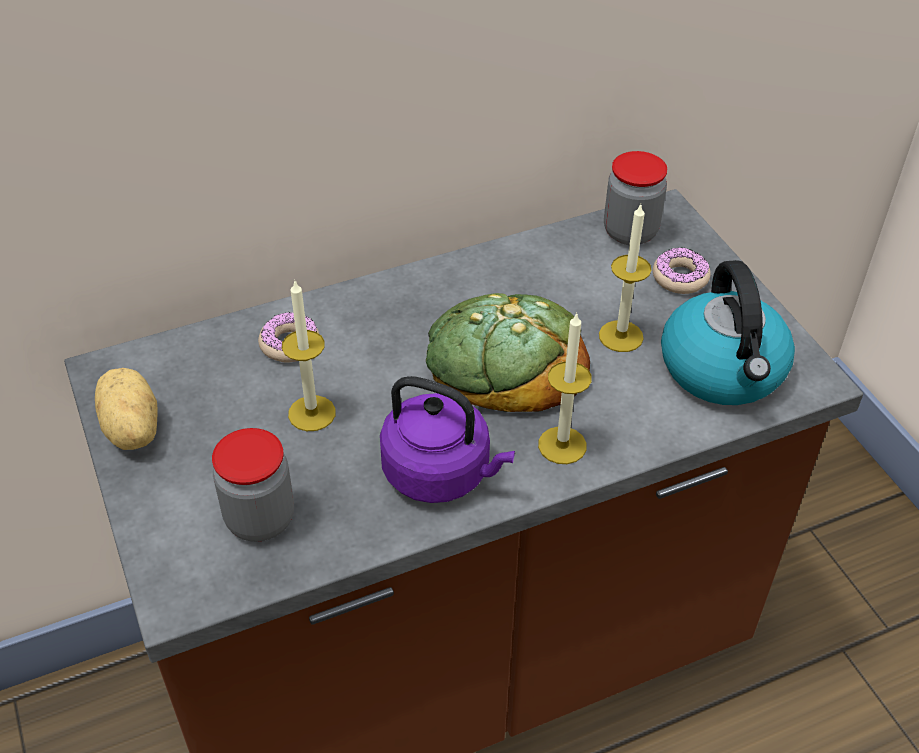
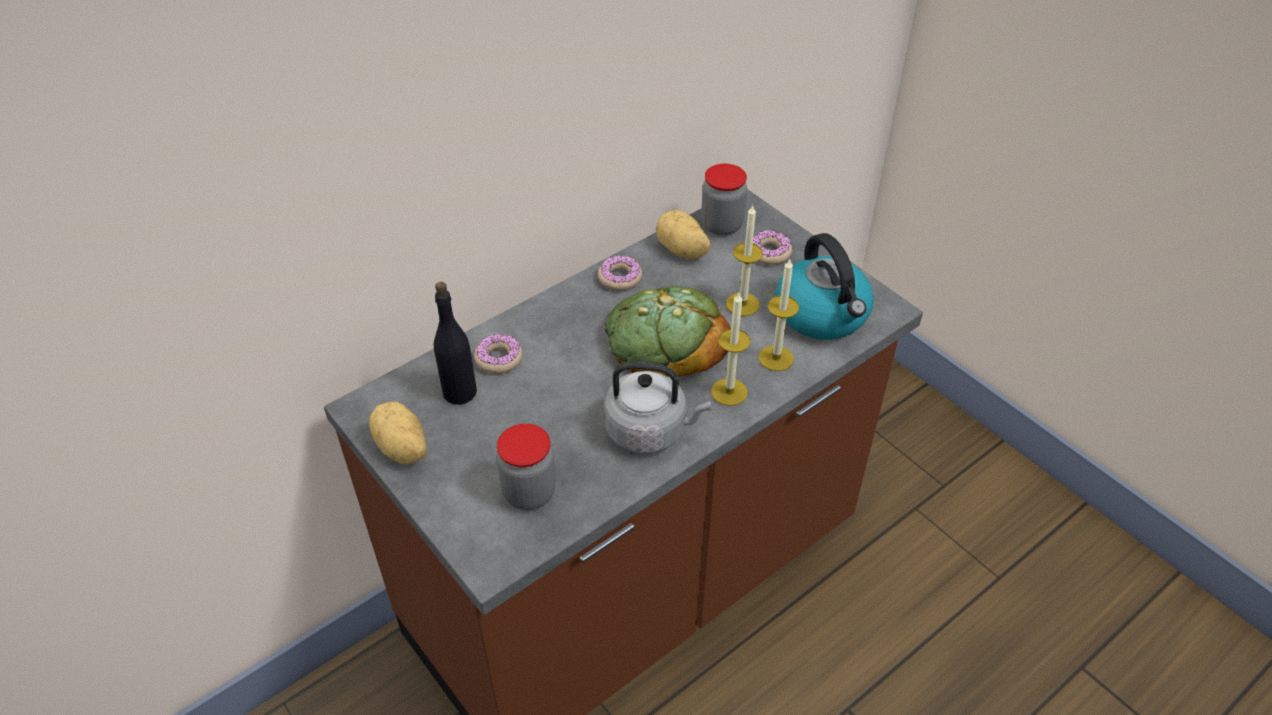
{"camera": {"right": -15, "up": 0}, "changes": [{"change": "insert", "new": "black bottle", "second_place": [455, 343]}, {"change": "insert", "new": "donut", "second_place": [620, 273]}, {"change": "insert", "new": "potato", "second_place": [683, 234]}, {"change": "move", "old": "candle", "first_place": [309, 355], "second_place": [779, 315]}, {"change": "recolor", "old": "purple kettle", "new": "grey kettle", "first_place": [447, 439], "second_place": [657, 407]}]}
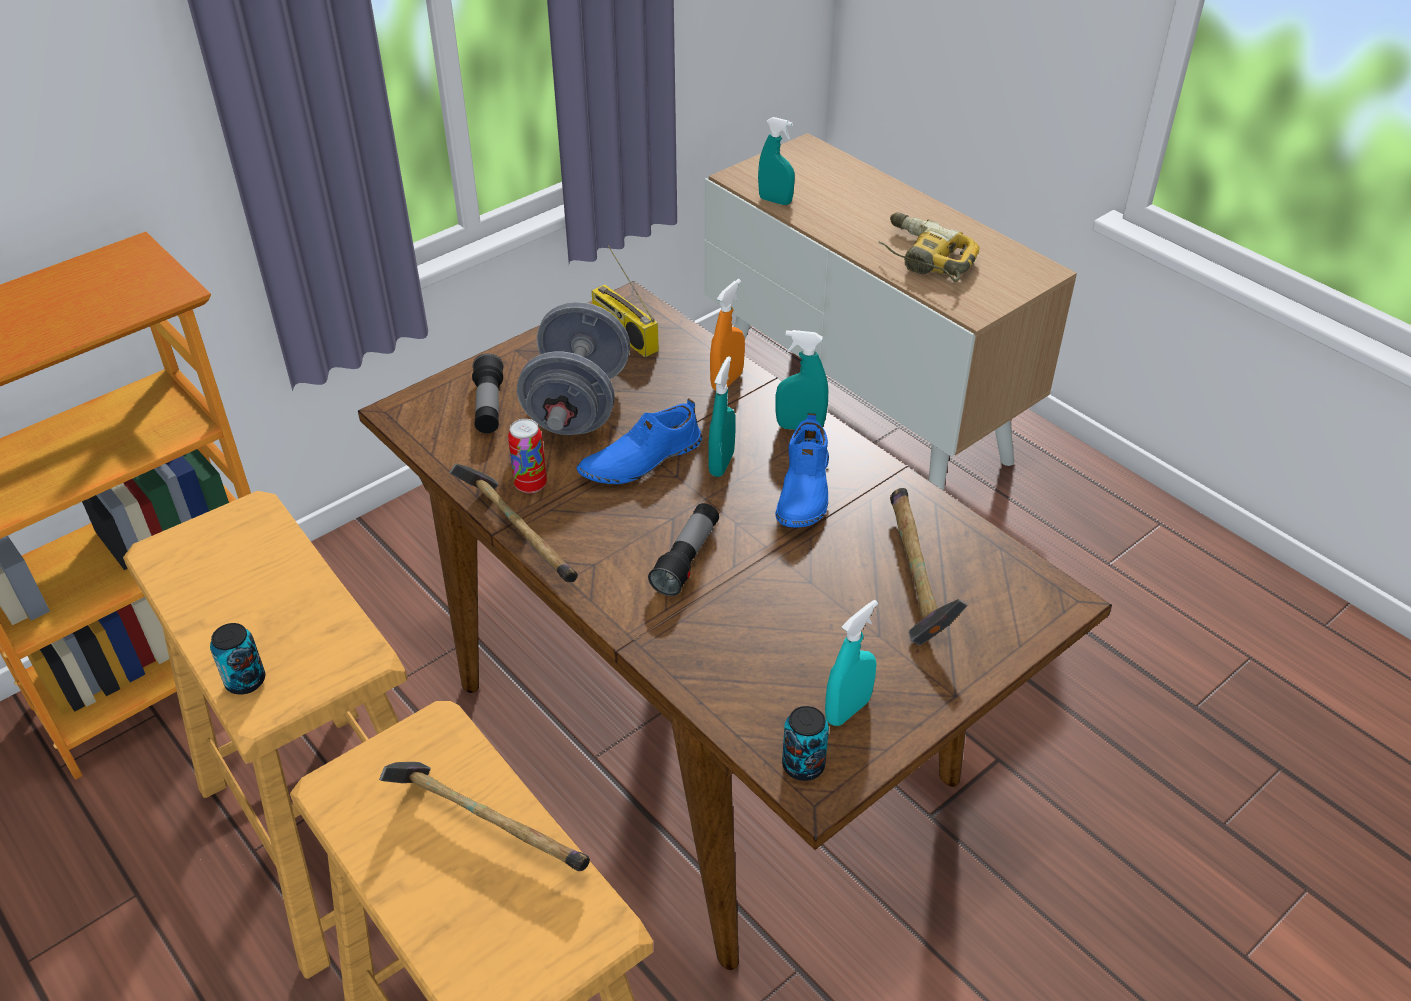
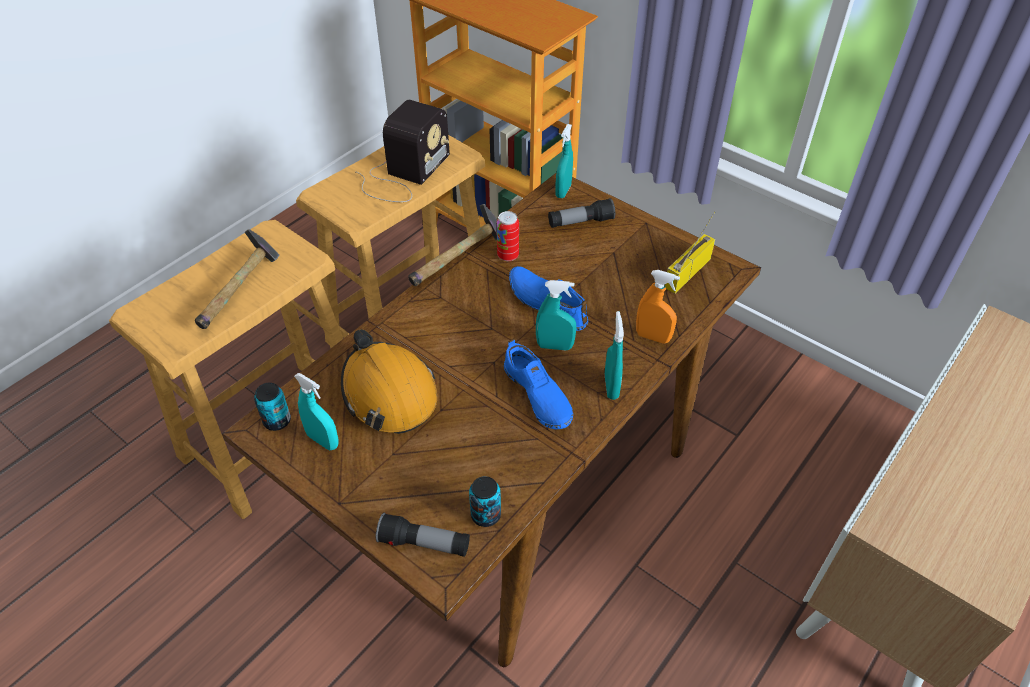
{"camera": {"right": 80, "up": 5}, "changes": [{"change": "delete", "old": "grey dumbbell", "first_place": [573, 368]}, {"change": "delete", "old": "power drill", "first_place": [929, 247]}, {"change": "delete", "old": "hammer", "first_place": [929, 567]}, {"change": "insert", "new": "orange hard hat", "second_place": [389, 381]}, {"change": "insert", "new": "radio", "second_place": [402, 150]}, {"change": "move", "old": "can", "first_place": [238, 658], "second_place": [485, 501]}, {"change": "move", "old": "flashlight", "first_place": [683, 549], "second_place": [423, 535]}, {"change": "move", "old": "turquoise spray bottle", "first_place": [776, 161], "second_place": [564, 161]}, {"change": "rotate", "old": "blue shoe", "first_place": [802, 470], "second_place": [538, 384], "degrees": -120}]}
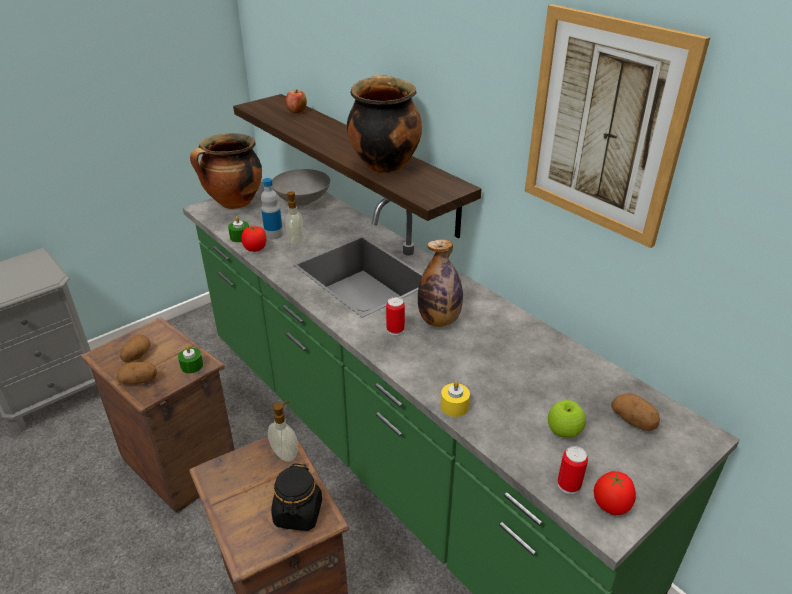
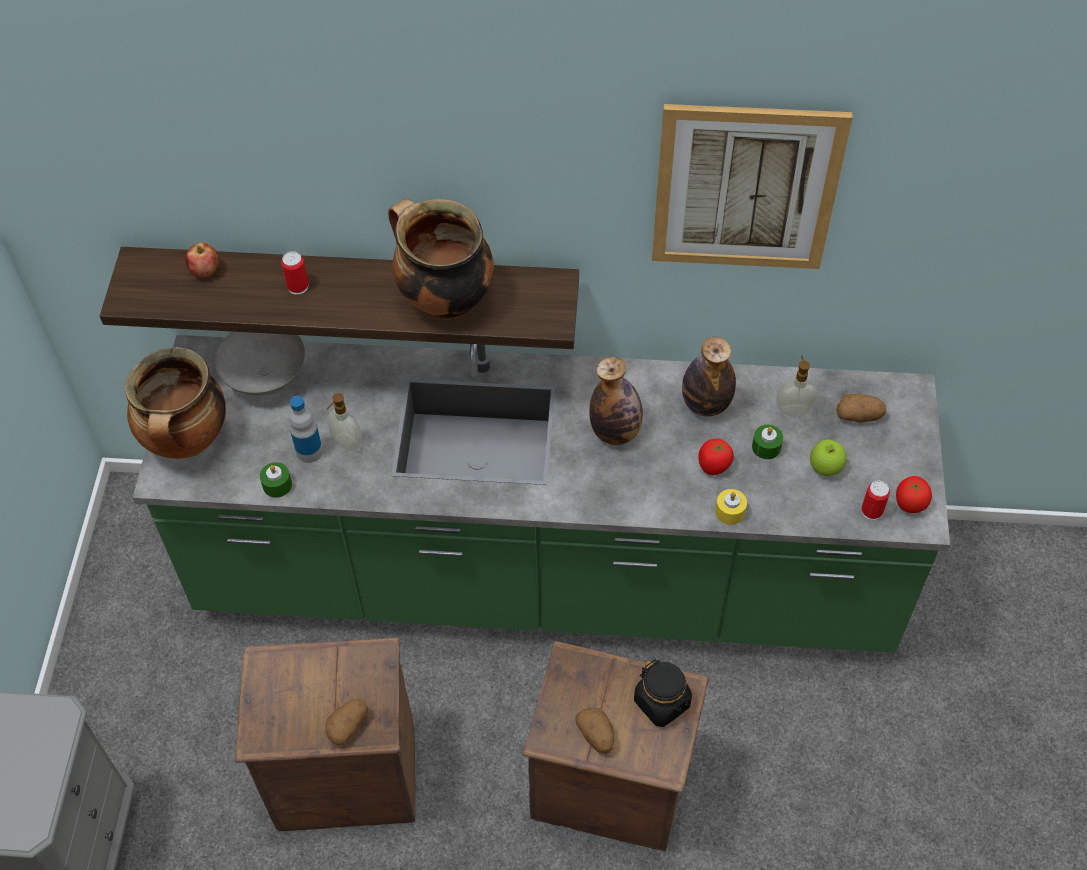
{"camera": {"right": -45, "up": 20}, "changes": [{"change": "insert", "new": "bottle", "second_place": [709, 377]}, {"change": "move", "old": "potato", "first_place": [135, 348], "second_place": [594, 730]}, {"change": "move", "old": "green candle", "first_place": [190, 359], "second_place": [767, 442]}, {"change": "move", "old": "tomato", "first_place": [254, 239], "second_place": [716, 456]}, {"change": "move", "old": "soap dispenser", "first_place": [283, 431], "second_place": [797, 385]}, {"change": "move", "old": "can", "first_place": [395, 316], "second_place": [295, 273]}]}
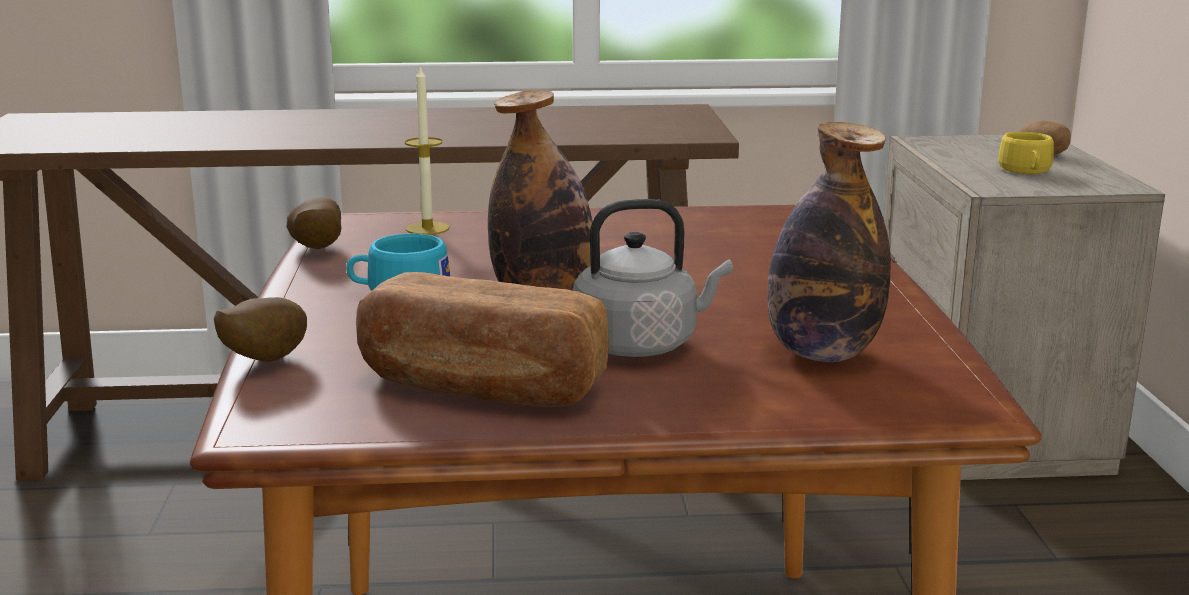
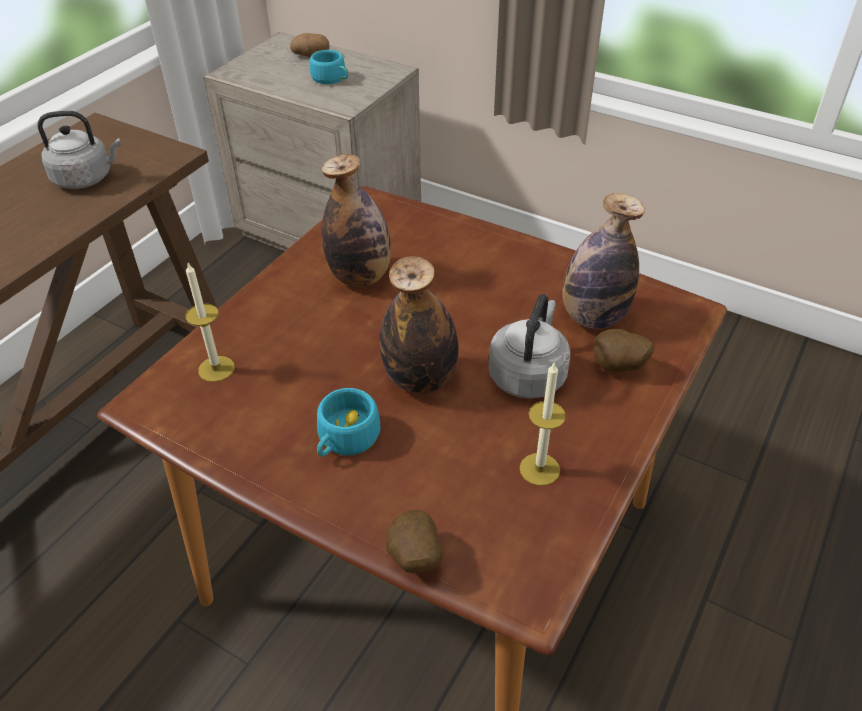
{"camera": {"right": -55, "up": 25}, "changes": [{"change": "insert", "new": "grey kettle", "second_place": [79, 150]}, {"change": "insert", "new": "bottle", "second_place": [356, 220]}, {"change": "move", "old": "potato", "first_place": [314, 223], "second_place": [624, 350]}, {"change": "replace", "old": "bread", "new": "candle", "first_place": [482, 339], "second_place": [543, 424]}, {"change": "recolor", "old": "yellow cup", "new": "turquoise cup", "first_place": [1026, 153], "second_place": [329, 67]}]}
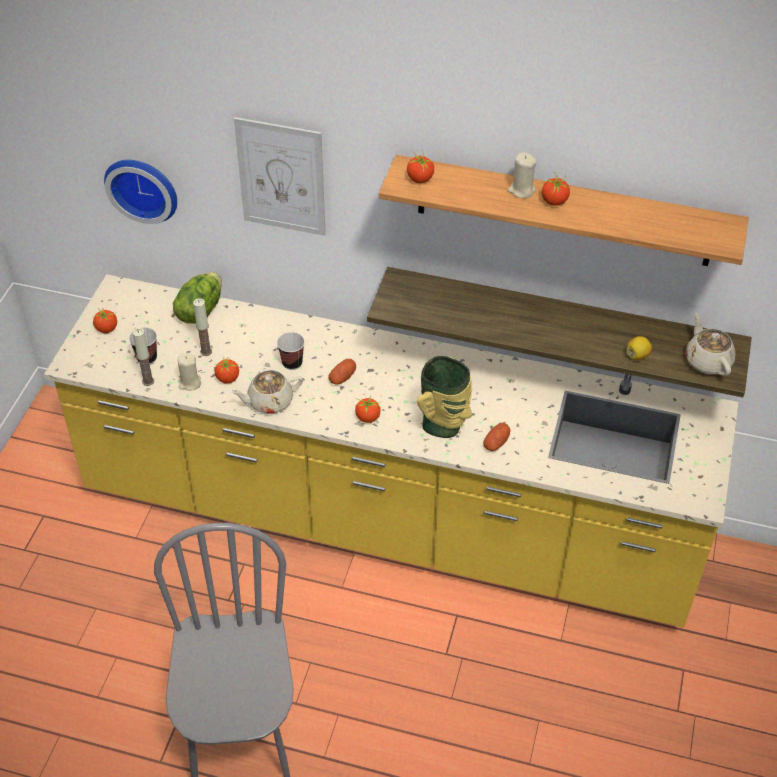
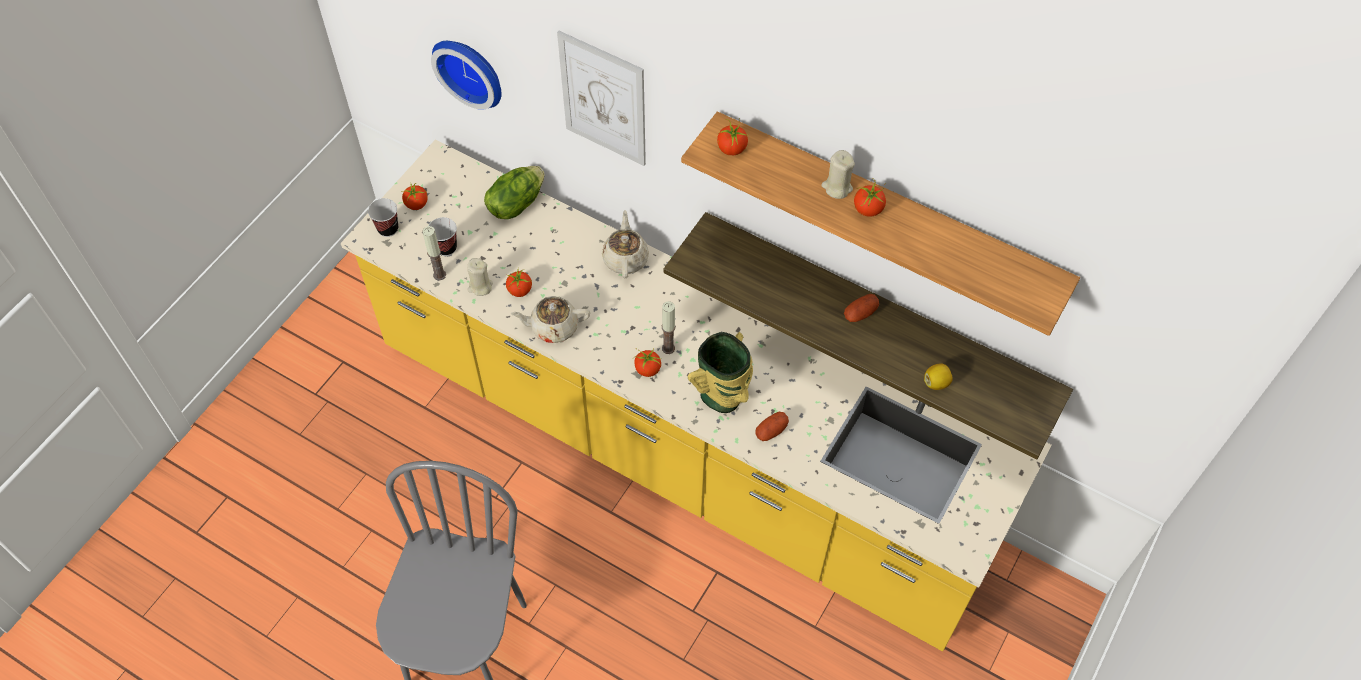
{"camera": {"right": 15, "up": 10}, "changes": [{"change": "move", "old": "candle", "first_place": [202, 327], "second_place": [669, 327]}, {"change": "move", "old": "cup", "first_place": [291, 351], "second_place": [383, 217]}, {"change": "move", "old": "potato", "first_place": [342, 372], "second_place": [861, 308]}, {"change": "move", "old": "beige teapot", "first_place": [710, 344], "second_place": [625, 244]}]}
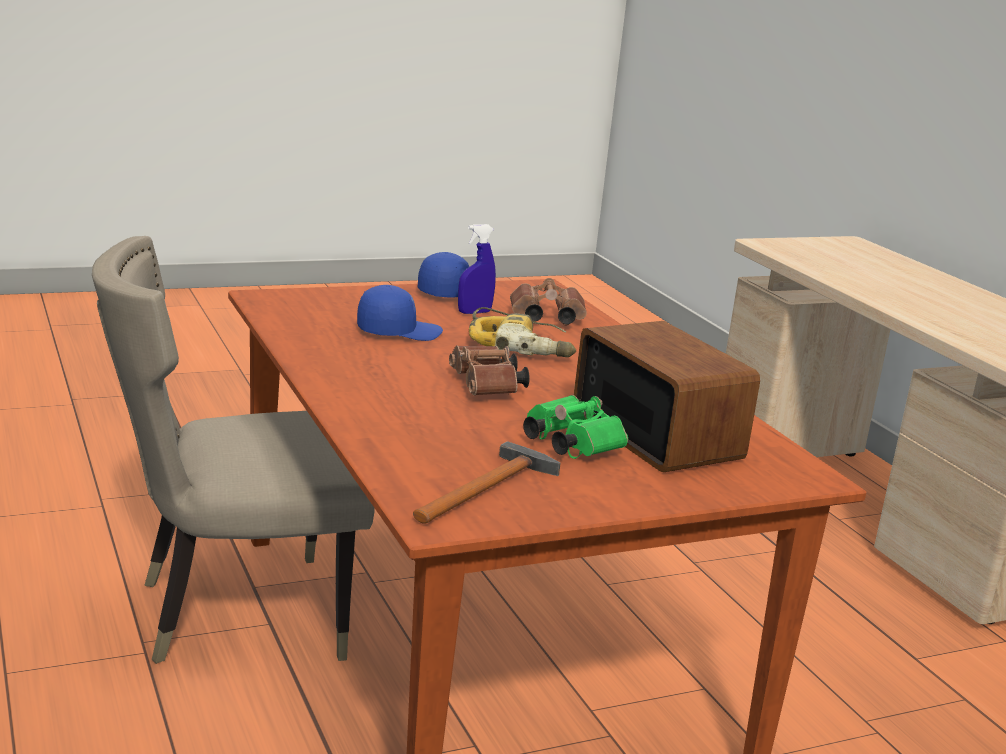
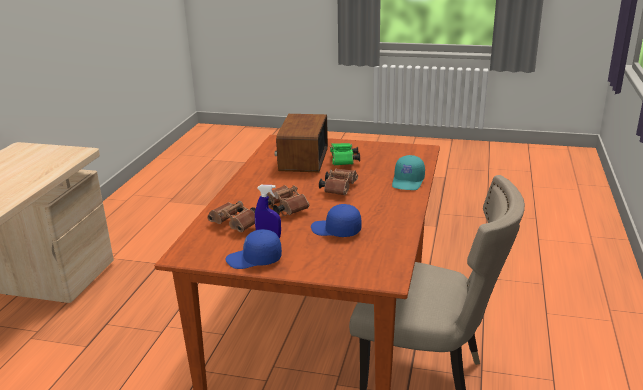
{"camera": {"right": -140, "up": 5}, "changes": [{"change": "delete", "old": "hammer", "first_place": [487, 482]}, {"change": "insert", "new": "turquoise cap", "second_place": [408, 172]}, {"change": "replace", "old": "power drill", "new": "brown binoculars", "first_place": [522, 332], "second_place": [288, 200]}]}
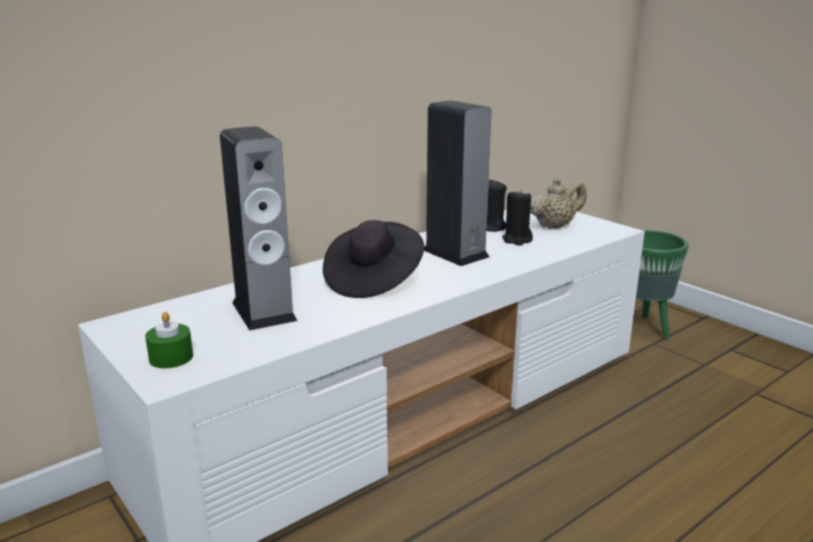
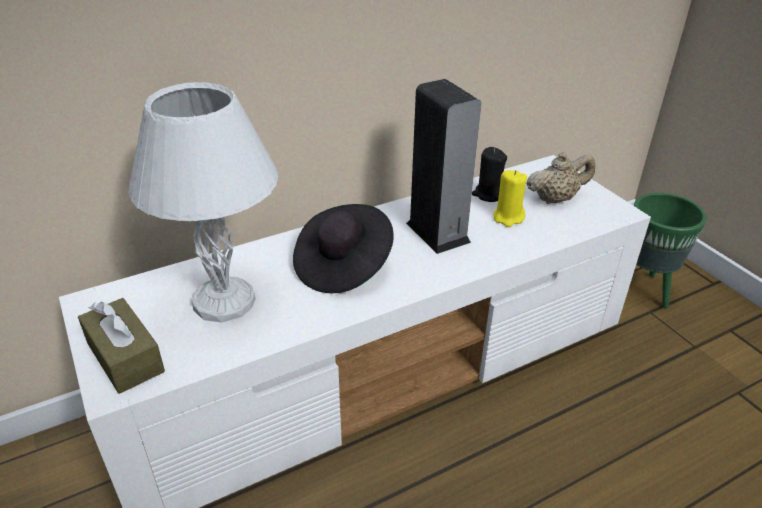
{"camera": {"right": 10, "up": 15}, "changes": [{"change": "replace", "old": "green candle", "new": "brown tissue box", "first_place": [169, 340], "second_place": [121, 346]}, {"change": "replace", "old": "speaker", "new": "white table lamp", "first_place": [258, 228], "second_place": [203, 202]}, {"change": "recolor", "old": "black candle", "new": "yellow candle", "first_place": [517, 217], "second_place": [510, 198]}]}
